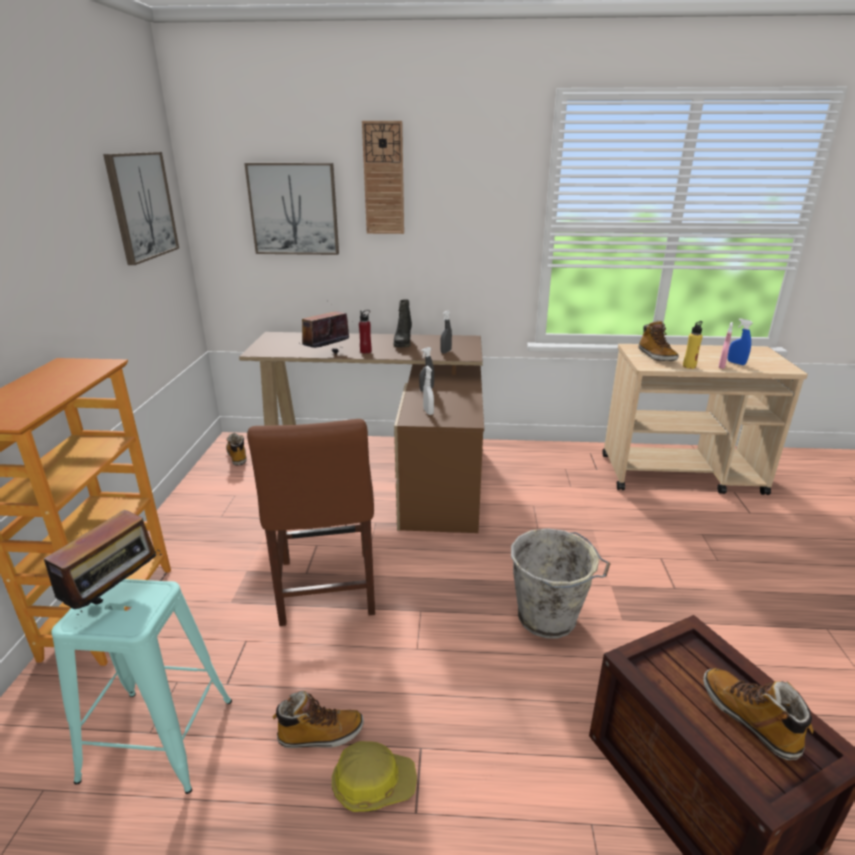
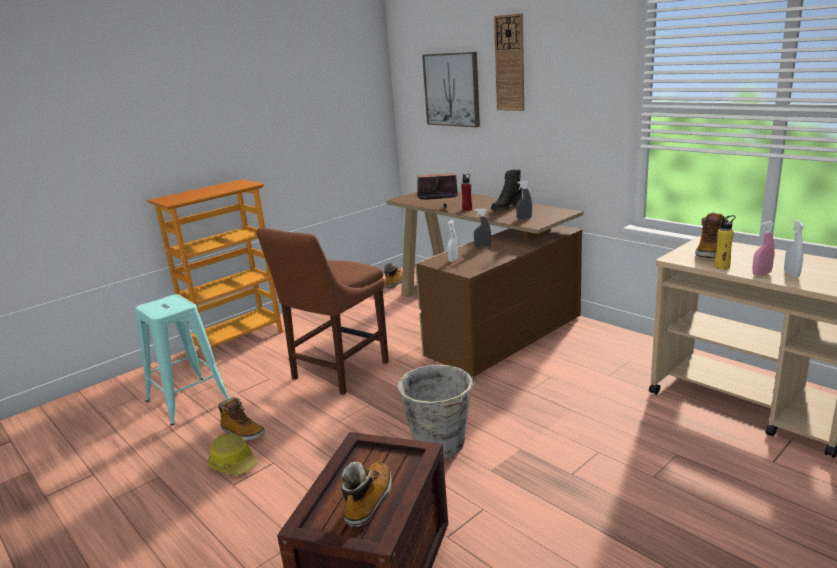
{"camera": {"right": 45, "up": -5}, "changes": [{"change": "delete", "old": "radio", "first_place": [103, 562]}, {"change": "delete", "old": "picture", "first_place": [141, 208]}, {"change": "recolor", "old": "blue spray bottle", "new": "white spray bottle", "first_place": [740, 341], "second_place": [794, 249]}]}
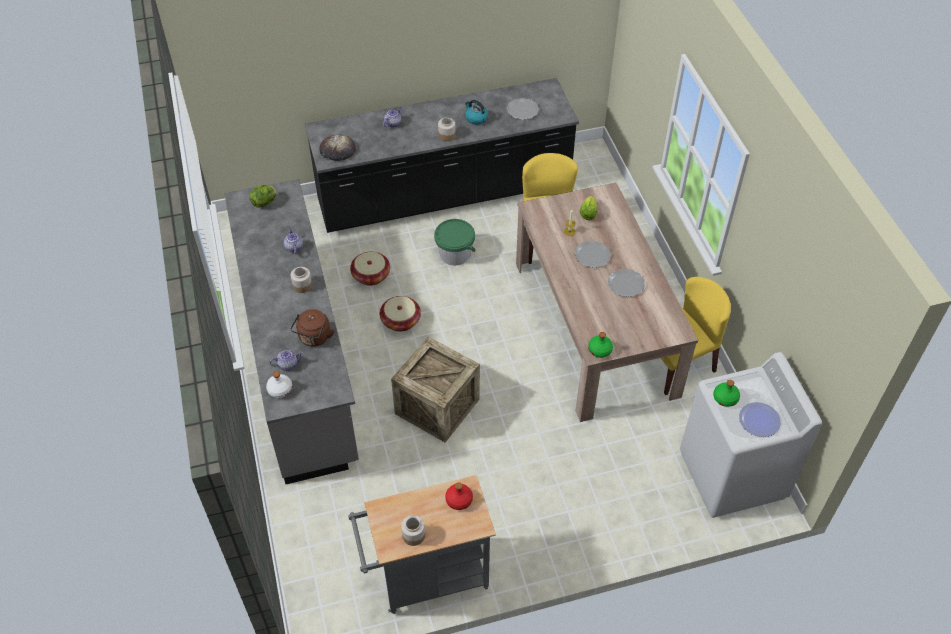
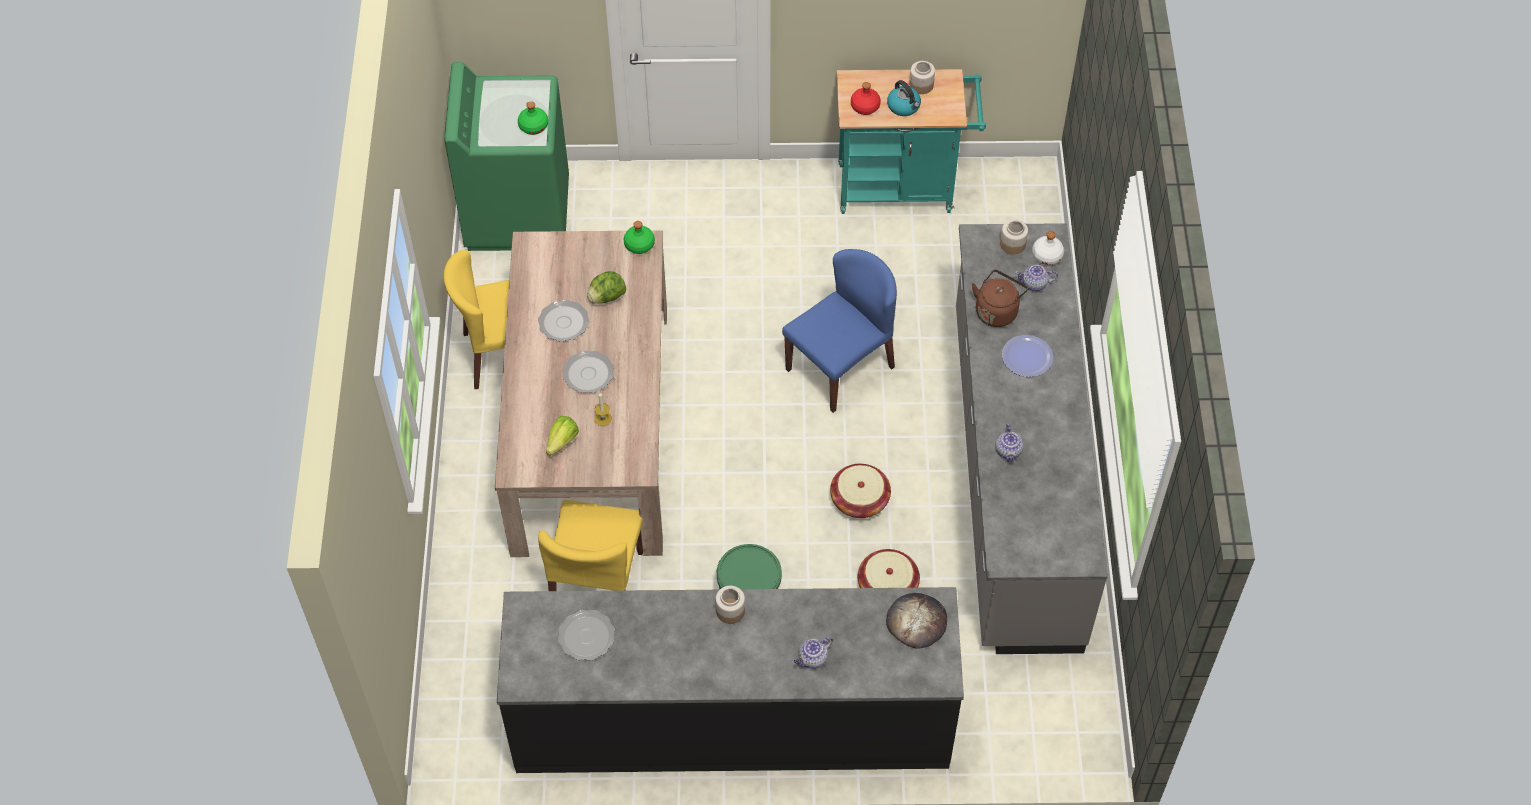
{"camera": {"right": -165, "up": 5}, "changes": [{"change": "move", "old": "lettuce", "first_place": [262, 196], "second_place": [606, 287]}, {"change": "move", "old": "jar", "first_place": [301, 280], "second_place": [1014, 237]}, {"change": "move", "old": "kettle", "first_place": [476, 112], "second_place": [904, 98]}, {"change": "move", "old": "plate", "first_place": [760, 419], "second_place": [1027, 356]}, {"change": "replace", "old": "crate", "new": "blue chair", "first_place": [435, 390], "second_place": [839, 331]}, {"change": "recolor", "old": "grey cart", "new": "turquoise cart", "first_place": [422, 544], "second_place": [911, 141]}, {"change": "recolor", "old": "white washing machine", "new": "green washing machine", "first_place": [751, 435], "second_place": [506, 156]}]}
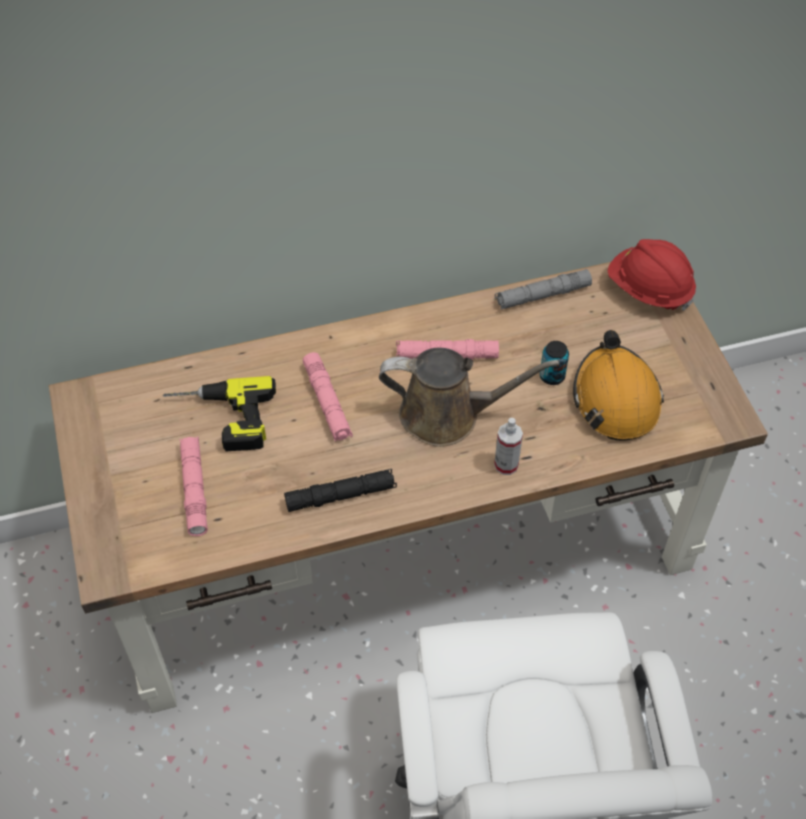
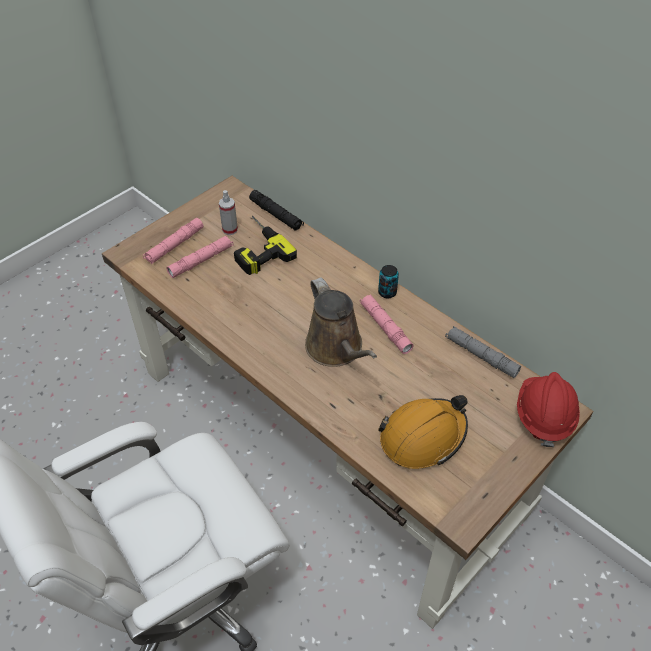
{"camera": {"right": 60, "up": -5}, "changes": [{"change": "move", "old": "black flashlight", "first_place": [340, 490], "second_place": [276, 210]}, {"change": "move", "old": "pink flashlight", "first_place": [328, 397], "second_place": [173, 241]}, {"change": "move", "old": "spray bottle", "first_place": [508, 446], "second_place": [228, 212]}, {"change": "move", "old": "can", "first_place": [554, 363], "second_place": [388, 281]}]}
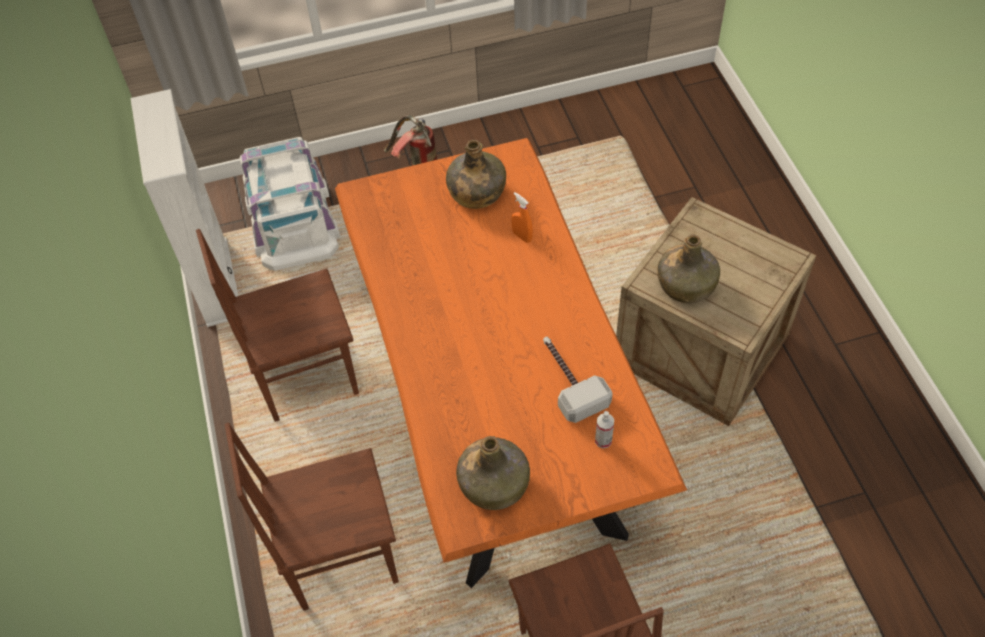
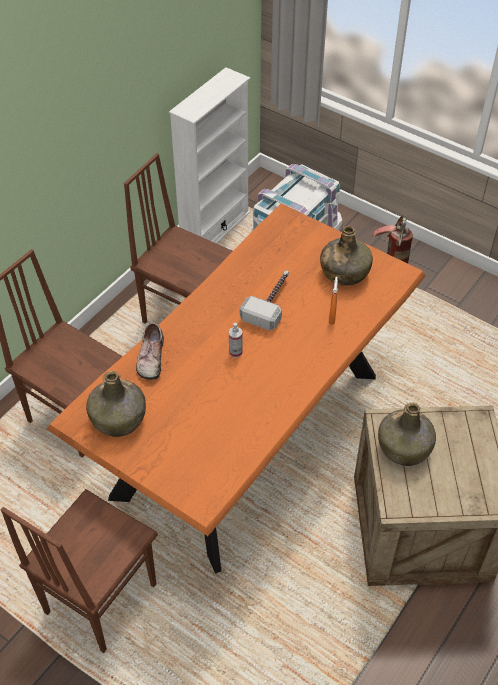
{"camera": {"right": 50, "up": -5}, "changes": [{"change": "insert", "new": "shoe", "second_place": [150, 351]}, {"change": "move", "old": "hammer", "first_place": [578, 380], "second_place": [264, 300]}, {"change": "move", "old": "spray bottle", "first_place": [604, 429], "second_place": [236, 340]}]}
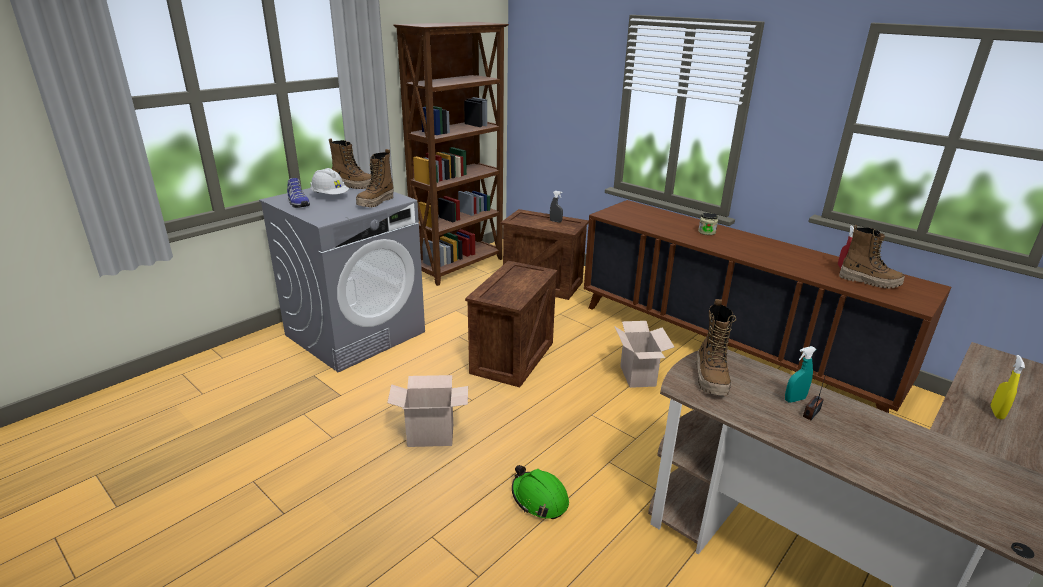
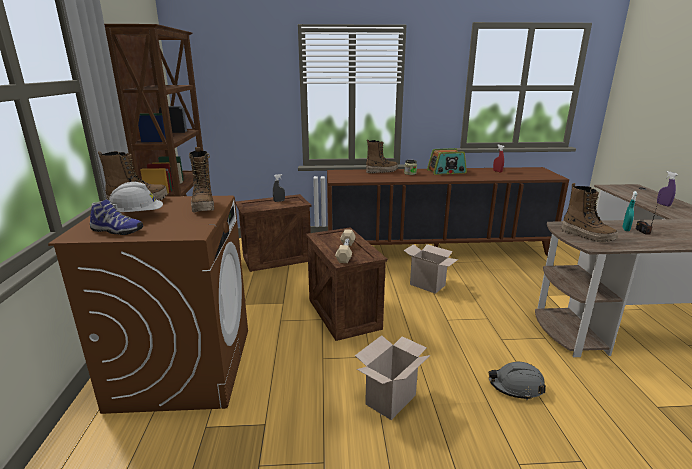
{"camera": {"right": -45, "up": -5}, "changes": [{"change": "insert", "new": "beige dumbbell", "second_place": [345, 246]}, {"change": "insert", "new": "radio", "second_place": [447, 161]}, {"change": "move", "old": "boot", "first_place": [872, 257], "second_place": [382, 156]}, {"change": "recolor", "old": "grey washing machine", "new": "brown washing machine", "first_place": [342, 280], "second_place": [148, 305]}, {"change": "recolor", "old": "green hard hat", "new": "grey hard hat", "first_place": [540, 492], "second_place": [517, 381]}, {"change": "recolor", "old": "yellow spray bottle", "new": "purple spray bottle", "first_place": [1008, 387], "second_place": [667, 189]}]}
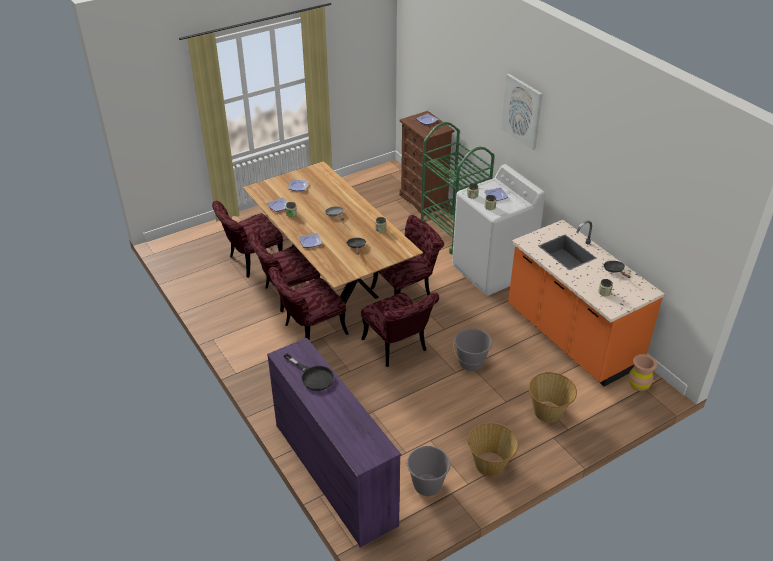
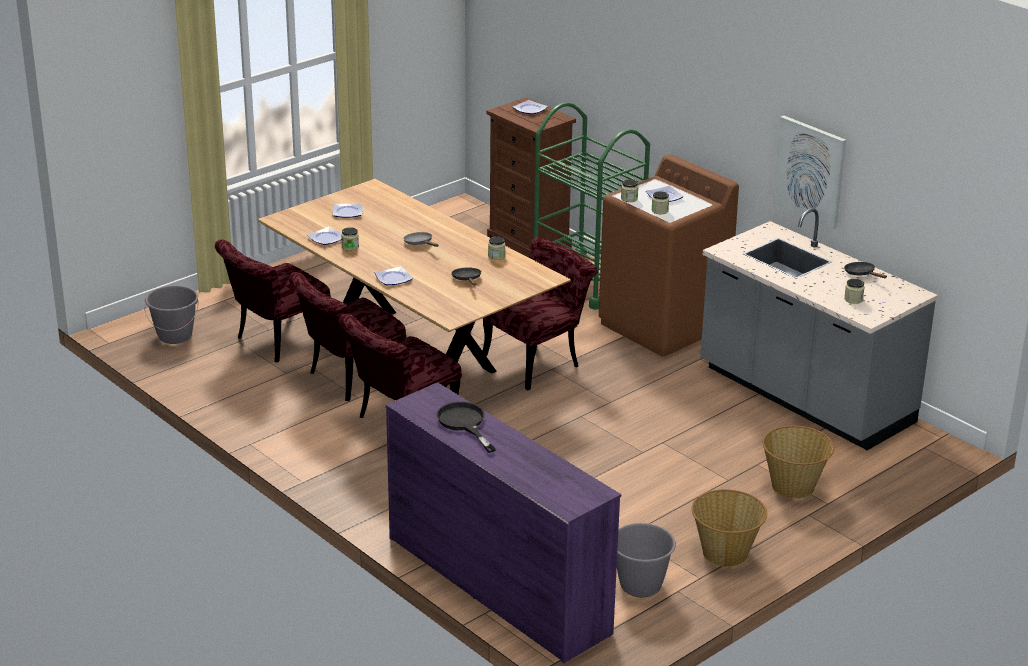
{"camera": {"right": -10, "up": -10}, "changes": [{"change": "delete", "old": "red chair", "first_place": [400, 329]}, {"change": "delete", "old": "brown vase", "first_place": [643, 372]}, {"change": "move", "old": "grey bucket", "first_place": [473, 349], "second_place": [171, 315]}, {"change": "move", "old": "picture", "first_place": [522, 112], "second_place": [809, 172]}, {"change": "recolor", "old": "white washing machine", "new": "brown washing machine", "first_place": [498, 230], "second_place": [669, 255]}, {"change": "recolor", "old": "orange counter", "new": "grey counter", "first_place": [586, 303], "second_place": [819, 329]}, {"change": "rotate", "old": "black frying pan", "first_place": [309, 372], "second_place": [466, 427], "degrees": -150}]}
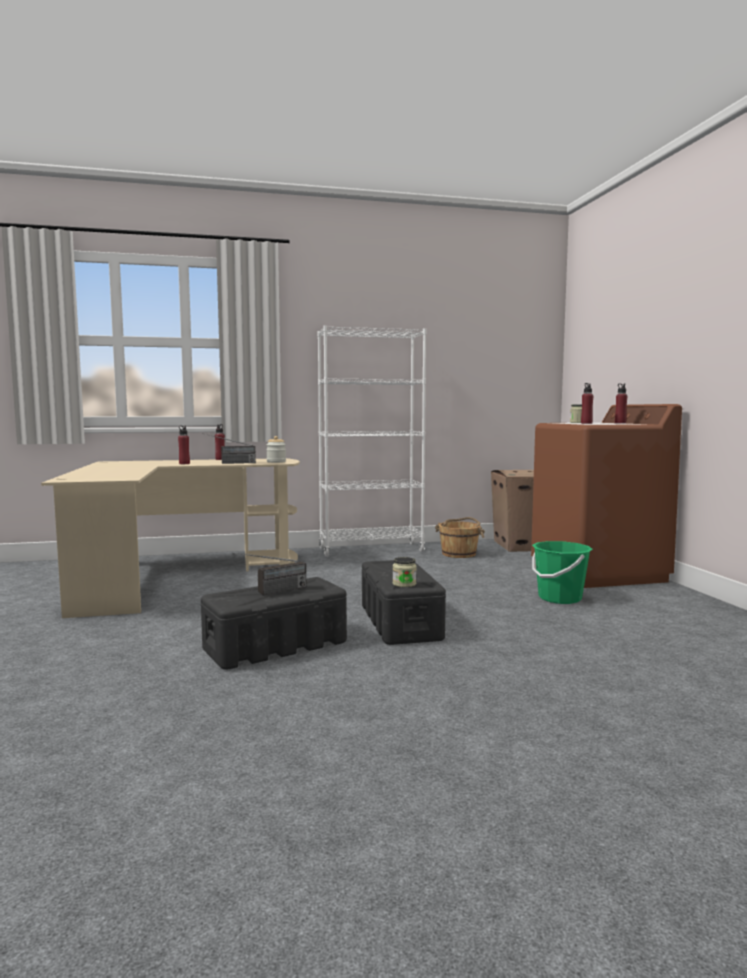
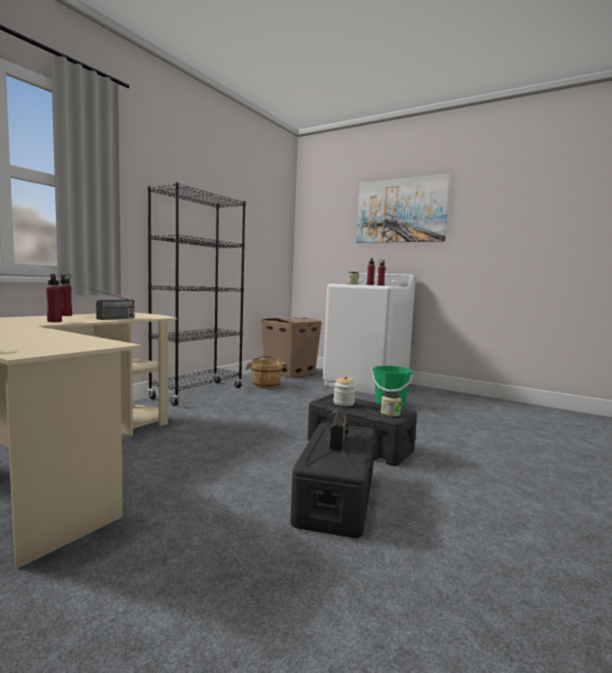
{"camera": {"right": -45, "up": 0}, "changes": [{"change": "insert", "new": "picture", "second_place": [403, 208]}, {"change": "move", "old": "jar", "first_place": [276, 449], "second_place": [344, 390]}, {"change": "recolor", "old": "white bookcase", "new": "black bookcase", "first_place": [372, 441], "second_place": [197, 294]}, {"change": "recolor", "old": "brown washing machine", "new": "white washing machine", "first_place": [606, 496], "second_place": [369, 334]}]}
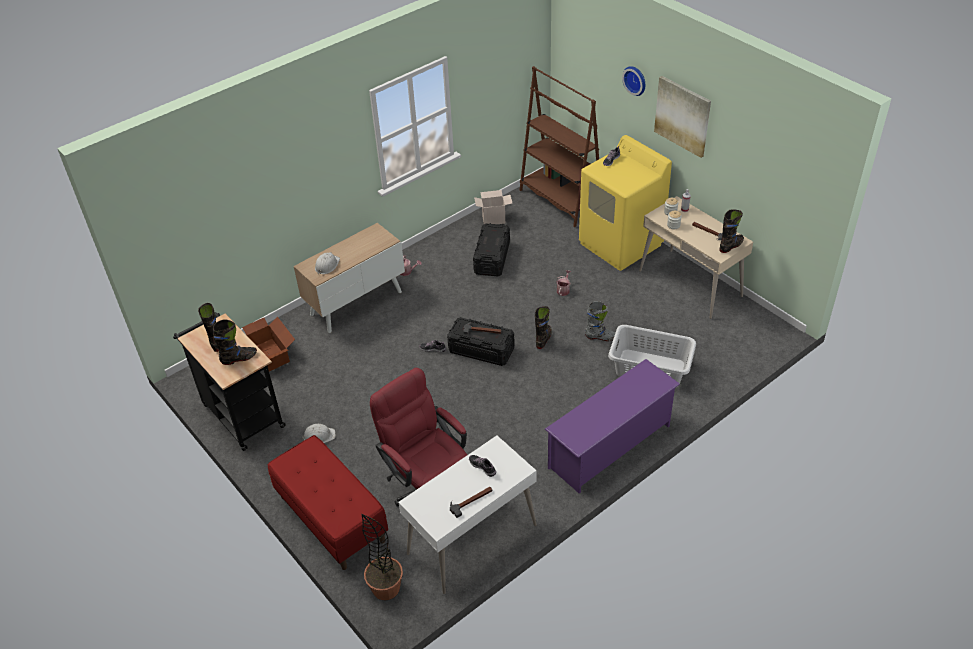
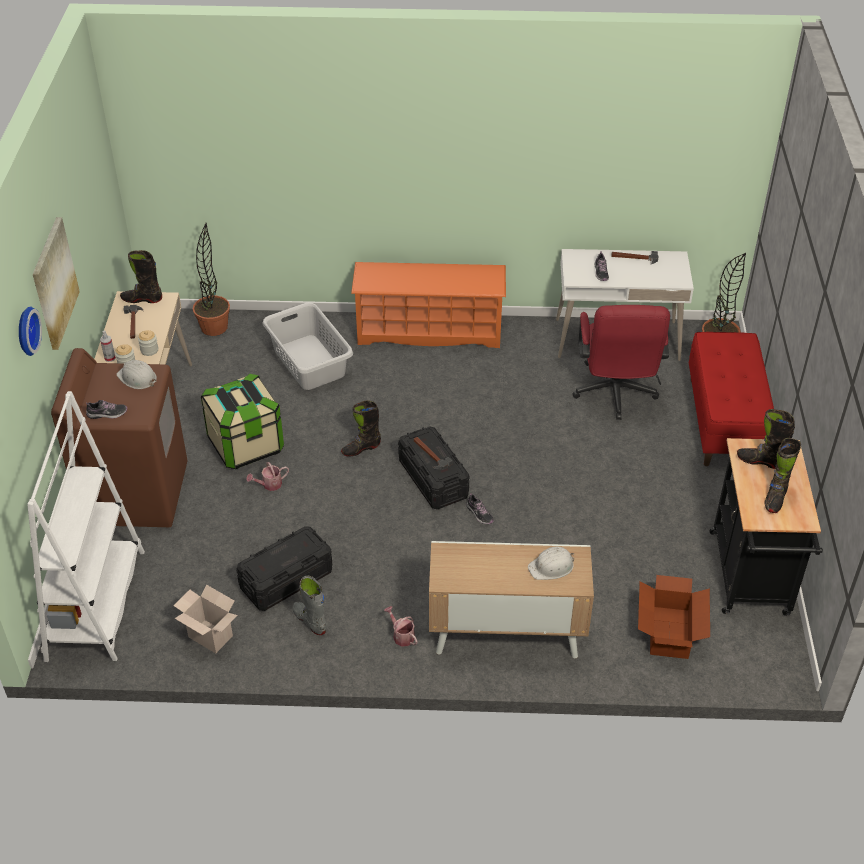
{"camera": {"right": -140, "up": 0}, "changes": [{"change": "insert", "new": "potted plant", "second_place": [211, 279]}, {"change": "insert", "new": "storage box", "second_place": [242, 421]}, {"change": "move", "old": "white hard hat", "first_place": [319, 433], "second_place": [136, 374]}, {"change": "move", "old": "grey boot", "first_place": [600, 321], "second_place": [309, 605]}, {"change": "recolor", "old": "brown bookcase", "new": "white bookcase", "first_place": [559, 146], "second_place": [86, 526]}, {"change": "recolor", "old": "purple shoe rack", "new": "orange shoe rack", "first_place": [612, 426], "second_place": [428, 305]}, {"change": "recolor", "old": "yellow washing machine", "new": "brown washing machine", "first_place": [625, 203], "second_place": [119, 437]}]}
